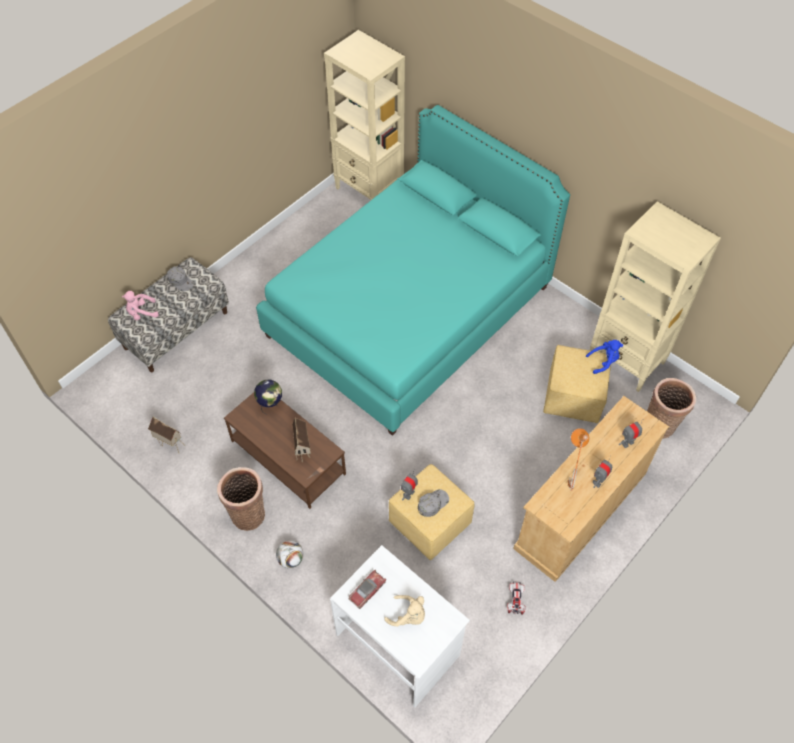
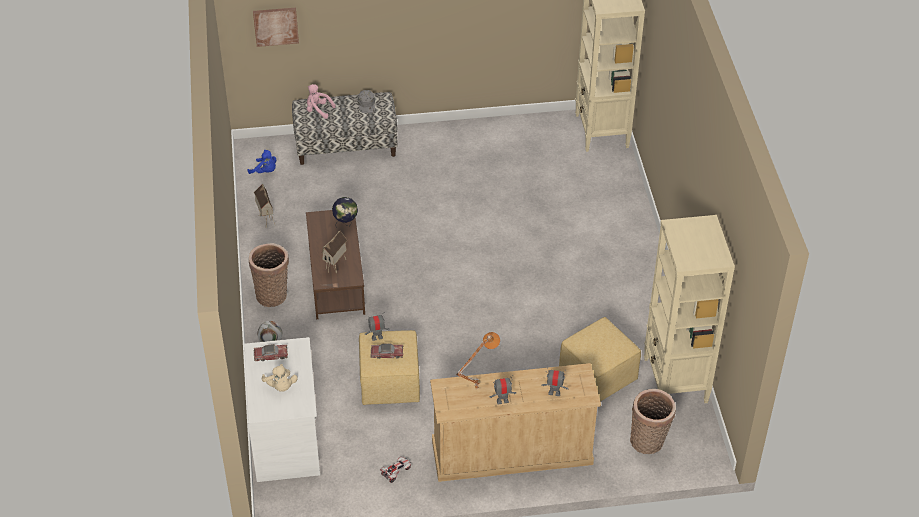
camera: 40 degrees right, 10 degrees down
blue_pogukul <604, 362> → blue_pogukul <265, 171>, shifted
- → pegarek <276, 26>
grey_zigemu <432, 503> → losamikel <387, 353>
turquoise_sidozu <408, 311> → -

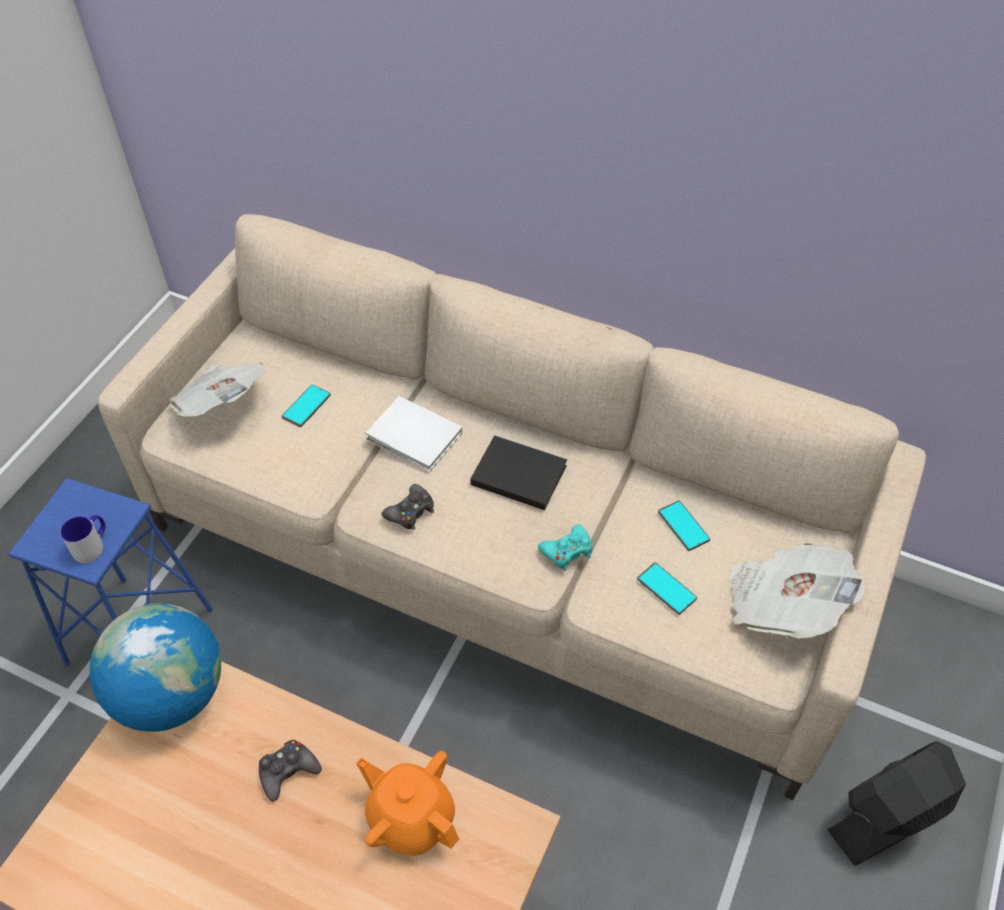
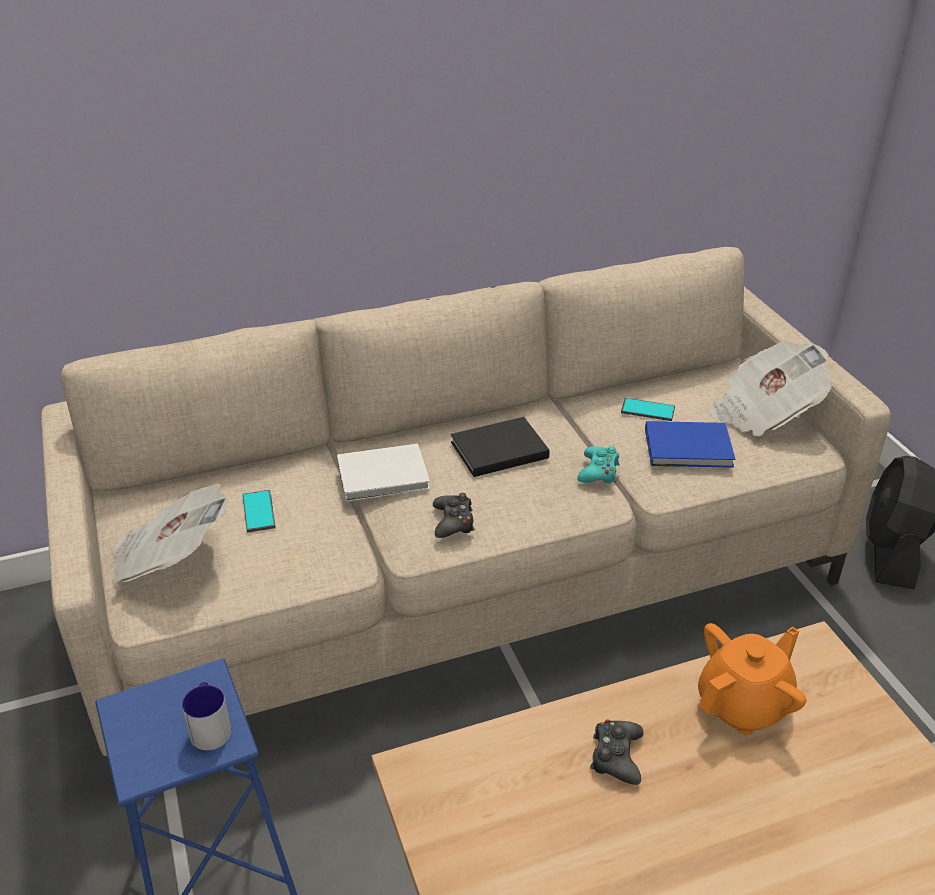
camera: 45 degrees left, 15 degrees down
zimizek <666, 589> → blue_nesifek <690, 449>
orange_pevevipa <411, 817> → orange_pevevipa <743, 704>, 150 degrees clockwise
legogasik <171, 694> → -

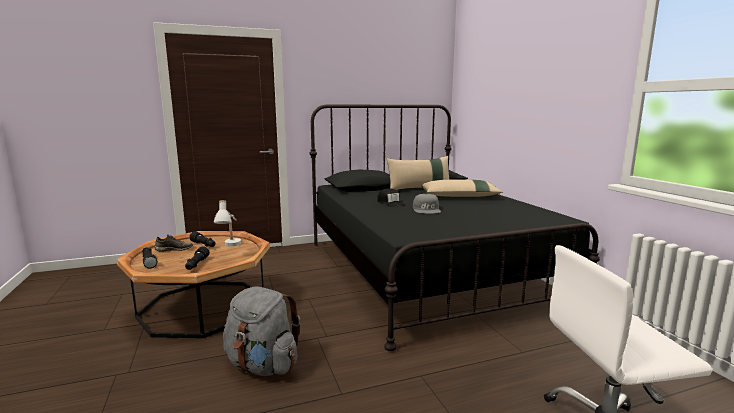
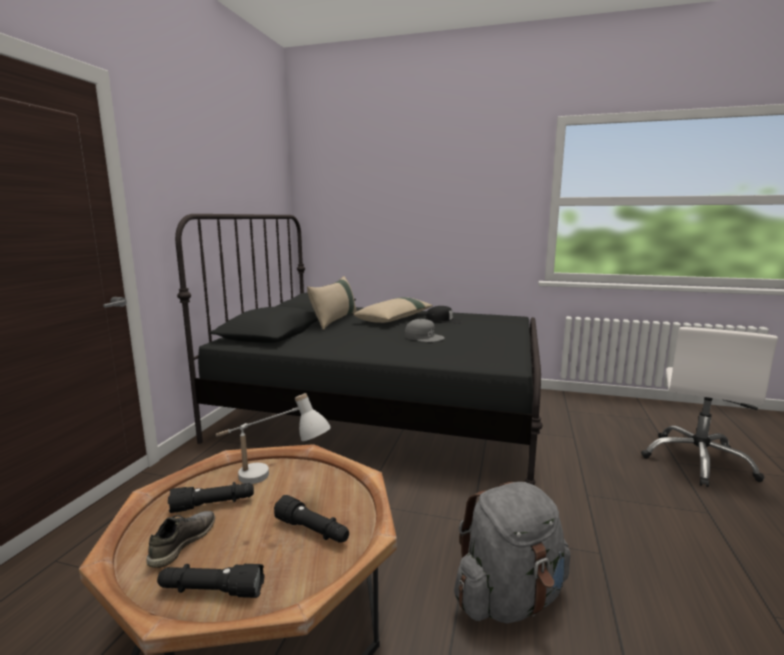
camera: 55 degrees left, 0 degrees up
black_zigemu <390, 203> → black_zigemu <443, 321>, shifted

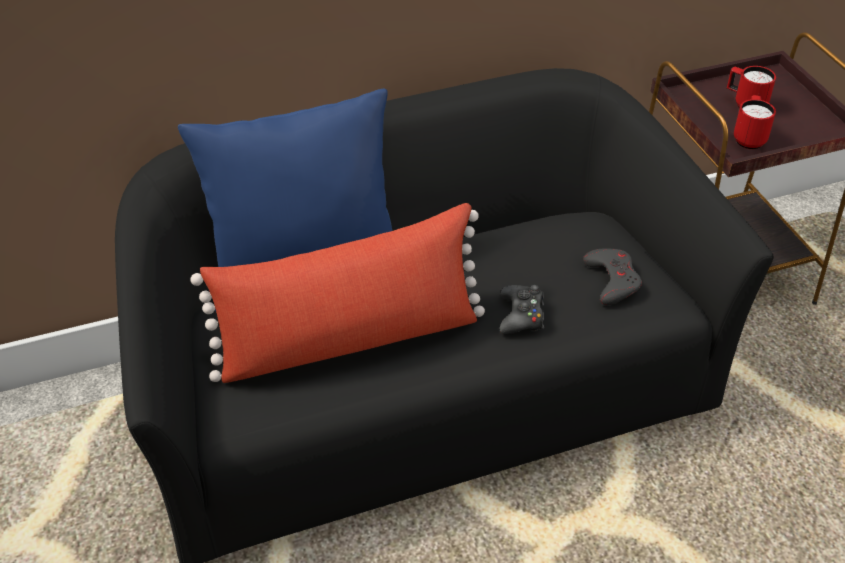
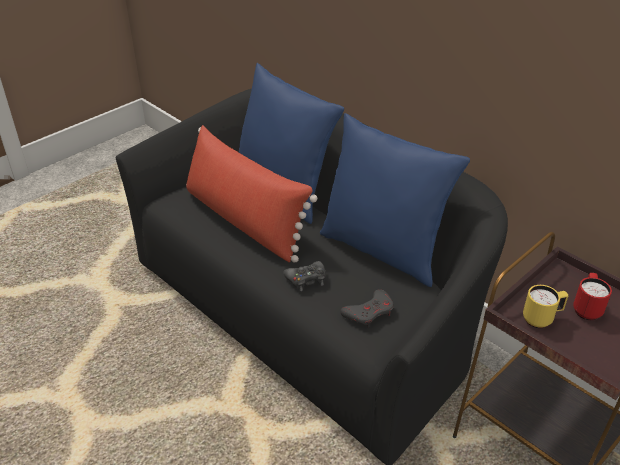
camera: 65 degrees right, 5 degrees down
- → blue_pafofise <383, 250>
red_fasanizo <749, 138> → yellow_fasanizo <541, 319>

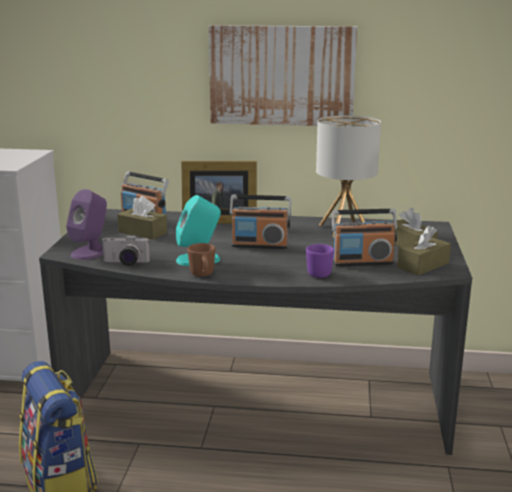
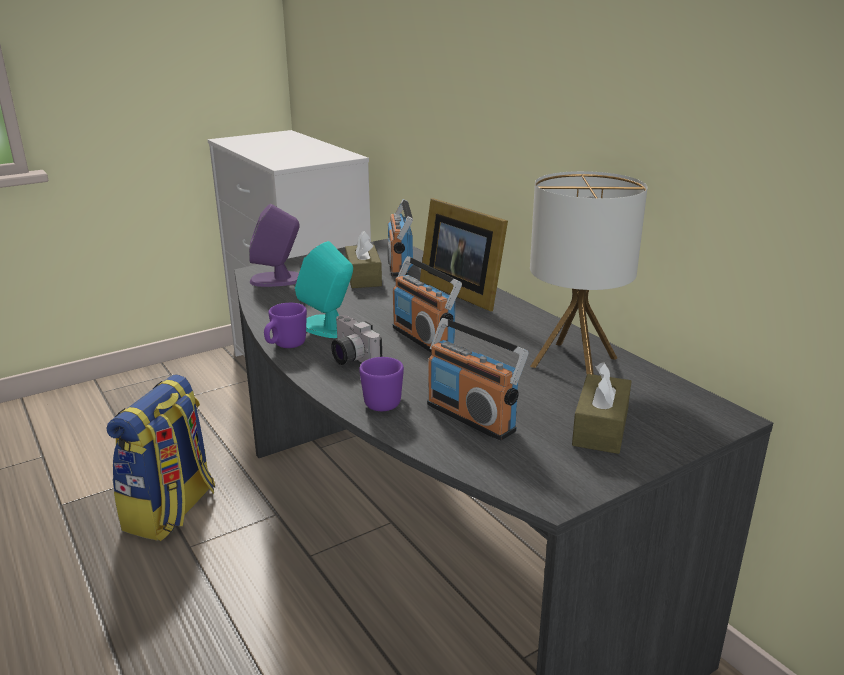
camera: 50 degrees right, 5 degrees up
brown_fasanizo <202, 275> → purple_fasanizo <285, 346>
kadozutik <125, 263> → kadozutik <350, 358>, shifted
pegarek <282, 75> → -
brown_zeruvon <423, 265> → -

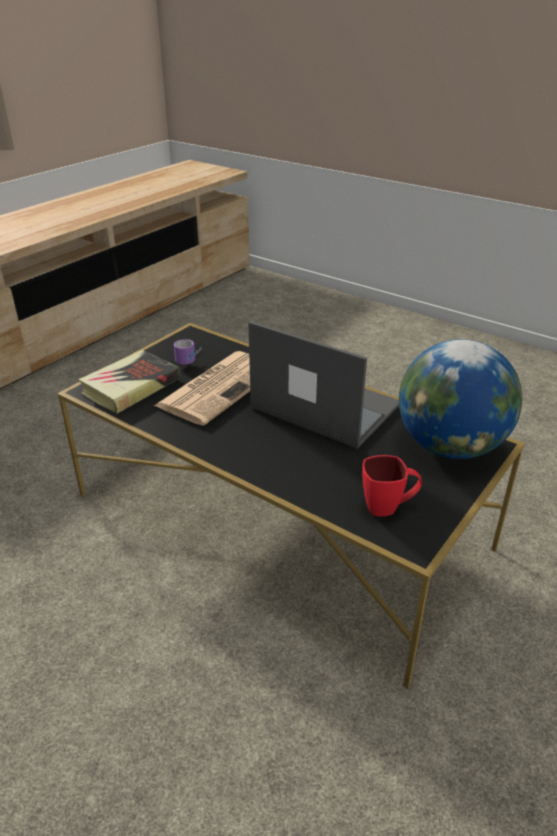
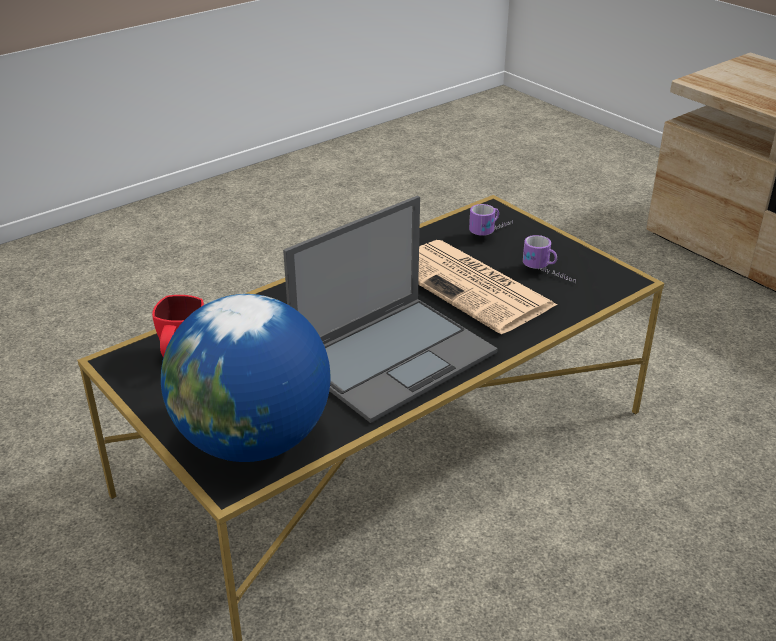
camera: 105 degrees right, 0 degrees up
nesifek <131, 386> → fasanizo <492, 232>

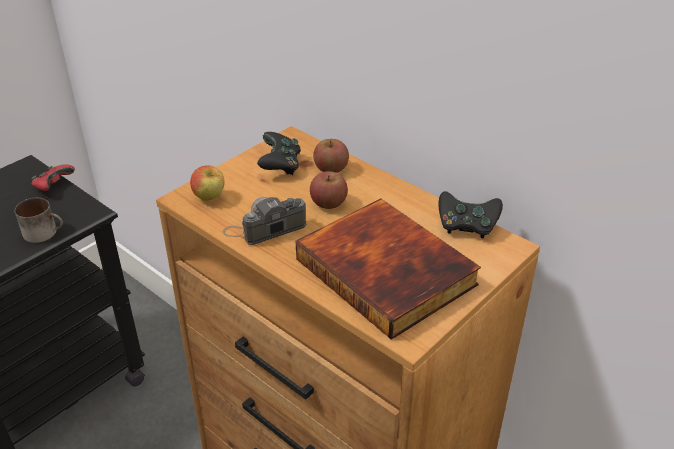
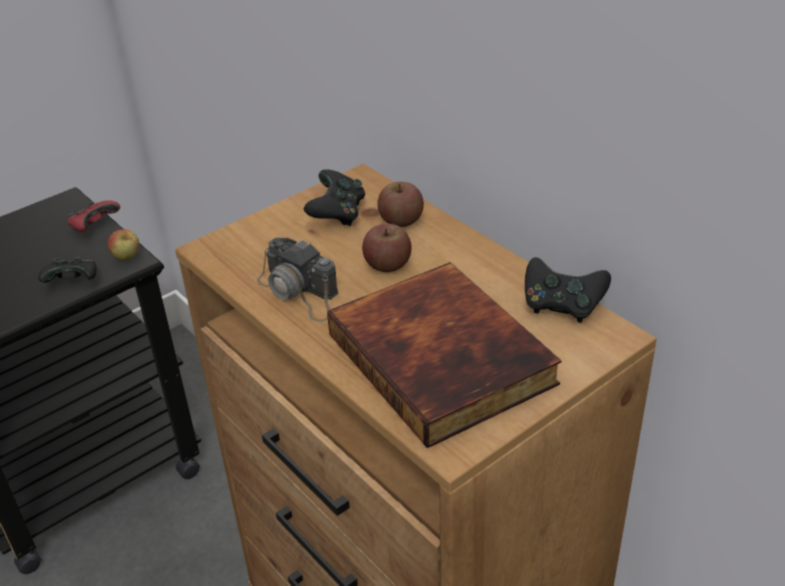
camera: 10 degrees right, 0 degrees up
fasanizo <45, 232> → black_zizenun <74, 282>
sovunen <209, 198> → sovunen <127, 258>, shifted
kadozutik <265, 228> → kadozutik <300, 292>, 120 degrees counterclockwise

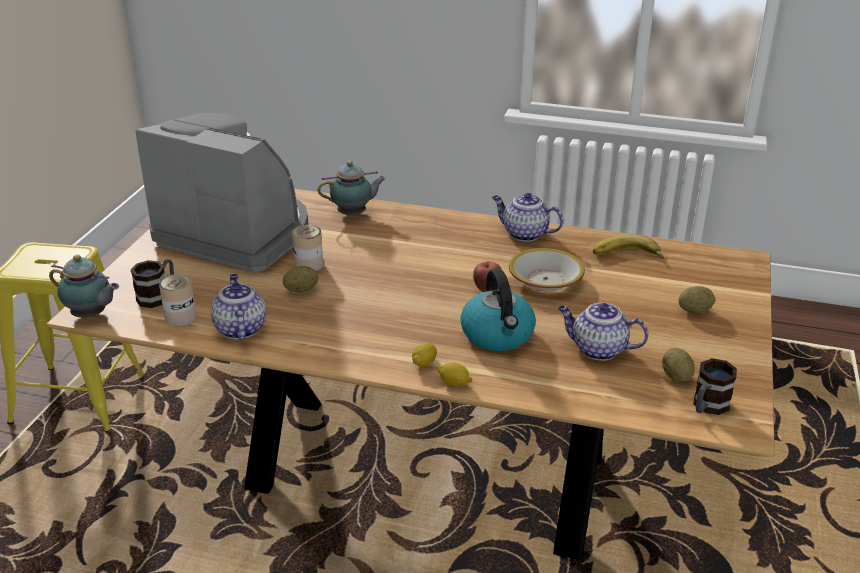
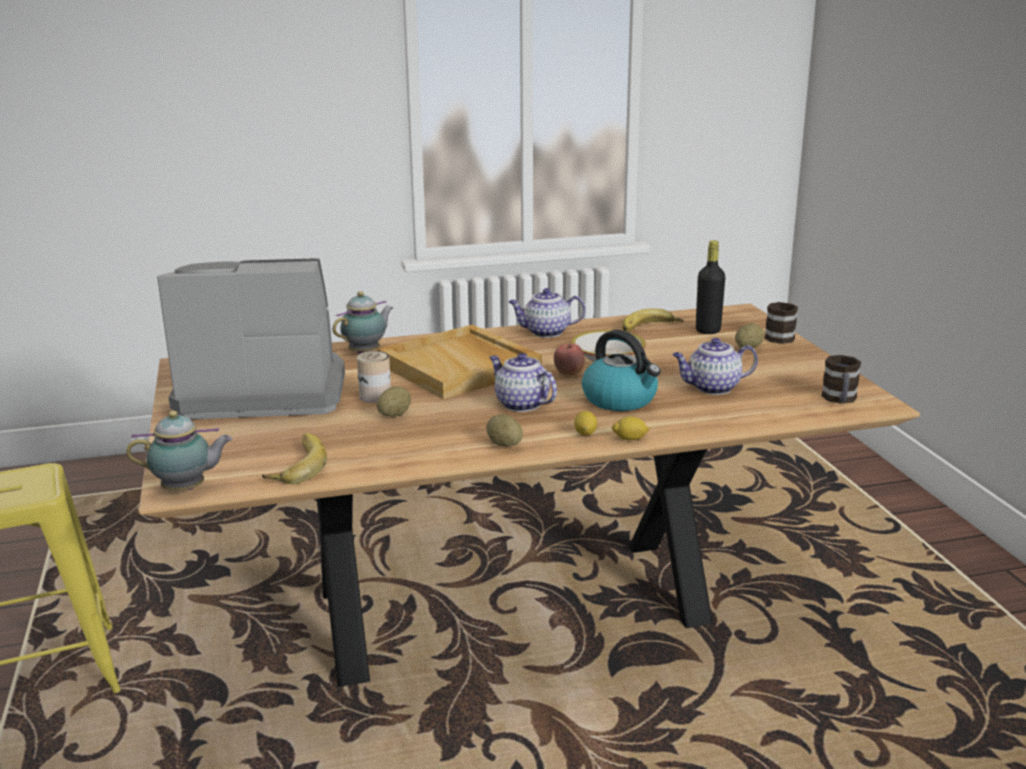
camera: 30 degrees left, 10 degrees down
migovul <180, 317> → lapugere <295, 465>
- → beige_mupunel <460, 367>
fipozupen <676, 376> → fipozupen <504, 445>, shifted
pevevipa <239, 328> → pevevipa <520, 404>, shifted
- → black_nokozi <708, 330>
fasanizo <158, 296> → fasanizo <778, 336>, shifted

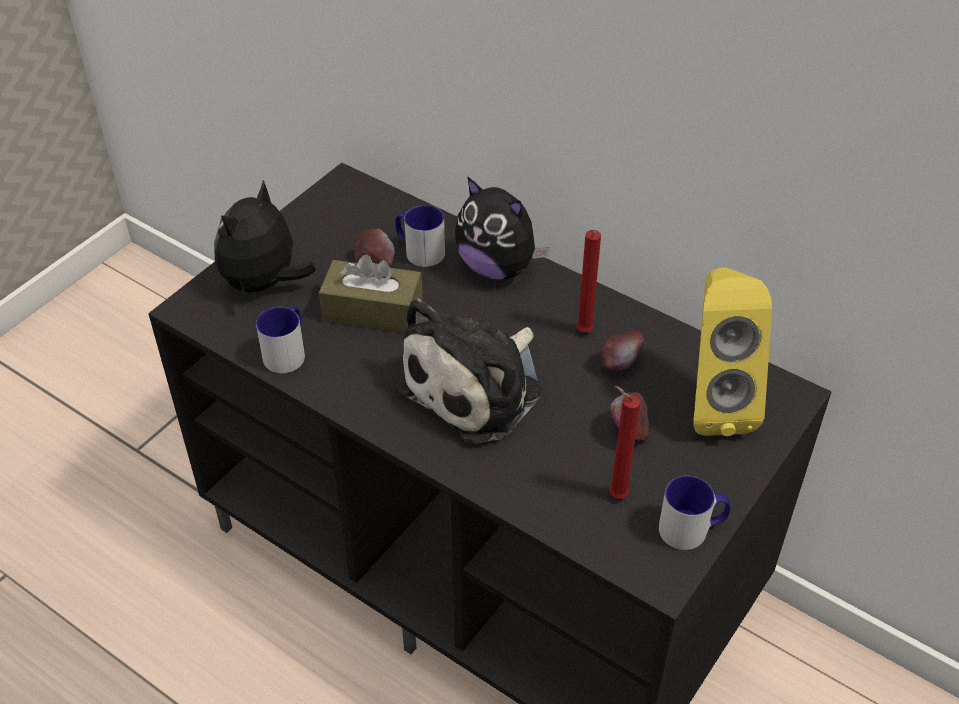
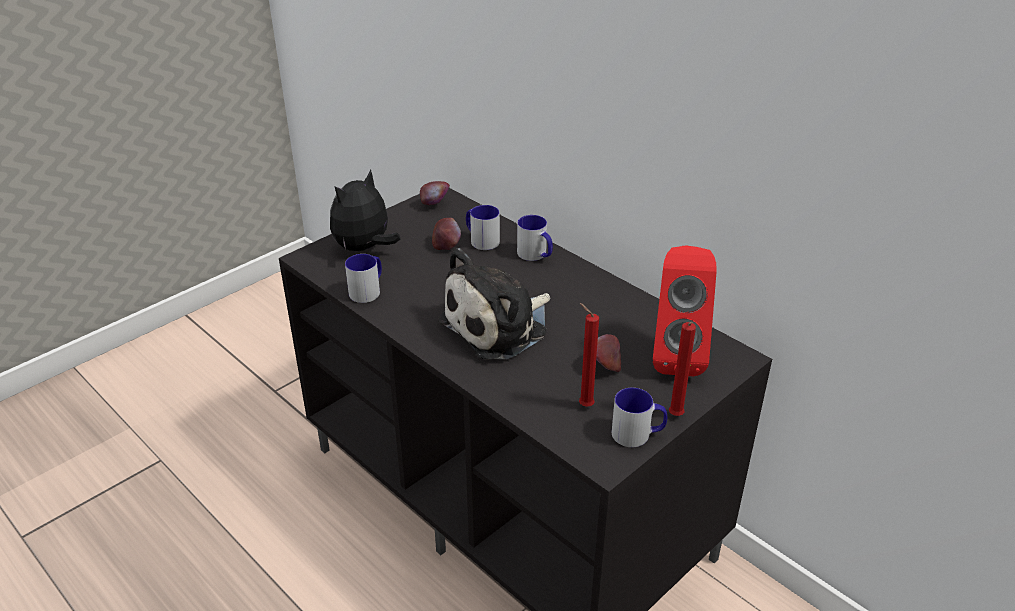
camera: 10 degrees right, 10 degrees down
sovunen <619, 364> → sovunen <435, 204>, shifted
pogukul <498, 267> → fasanizo <535, 255>
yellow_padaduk <713, 403> → red_padaduk <676, 356>
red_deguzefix <584, 333> → red_deguzefix <675, 417>, shifted
brown_zeruvon <373, 311> → -

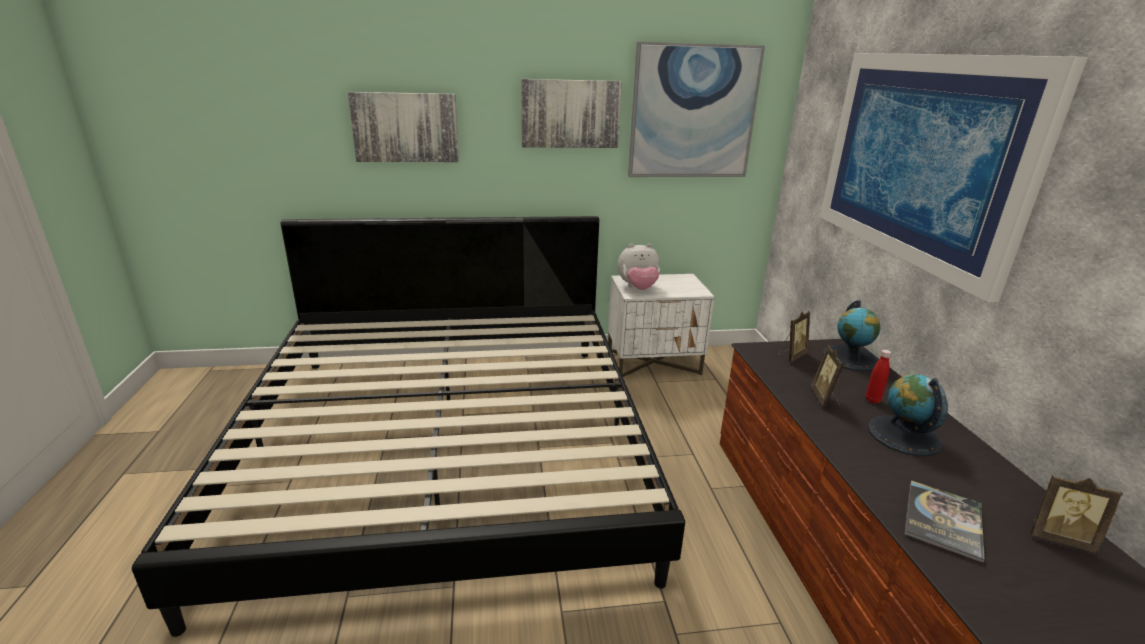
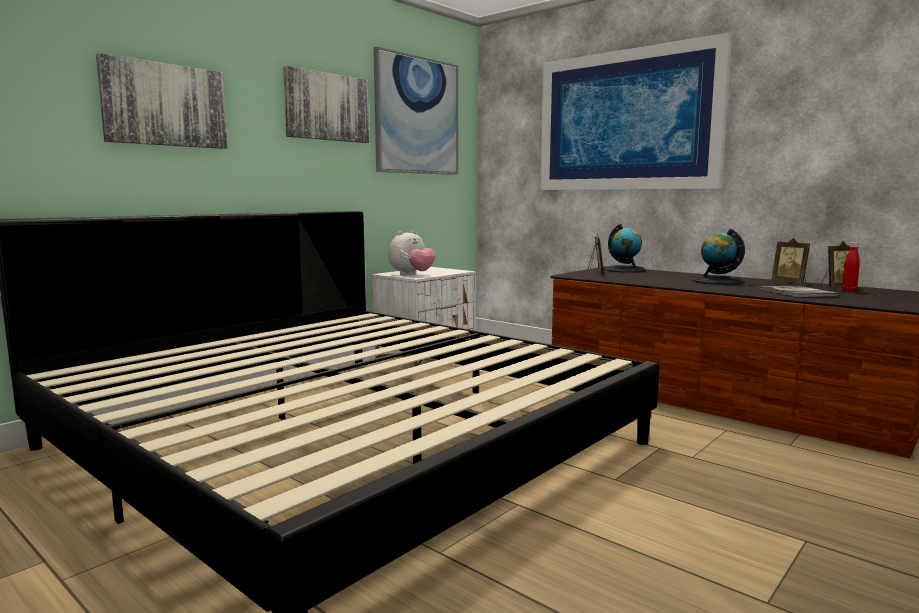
camera: 40 degrees left, 15 degrees down
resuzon <826, 398> → resuzon <790, 282>, shifted
red_nokozi <872, 400> → red_nokozi <849, 291>, shifted

